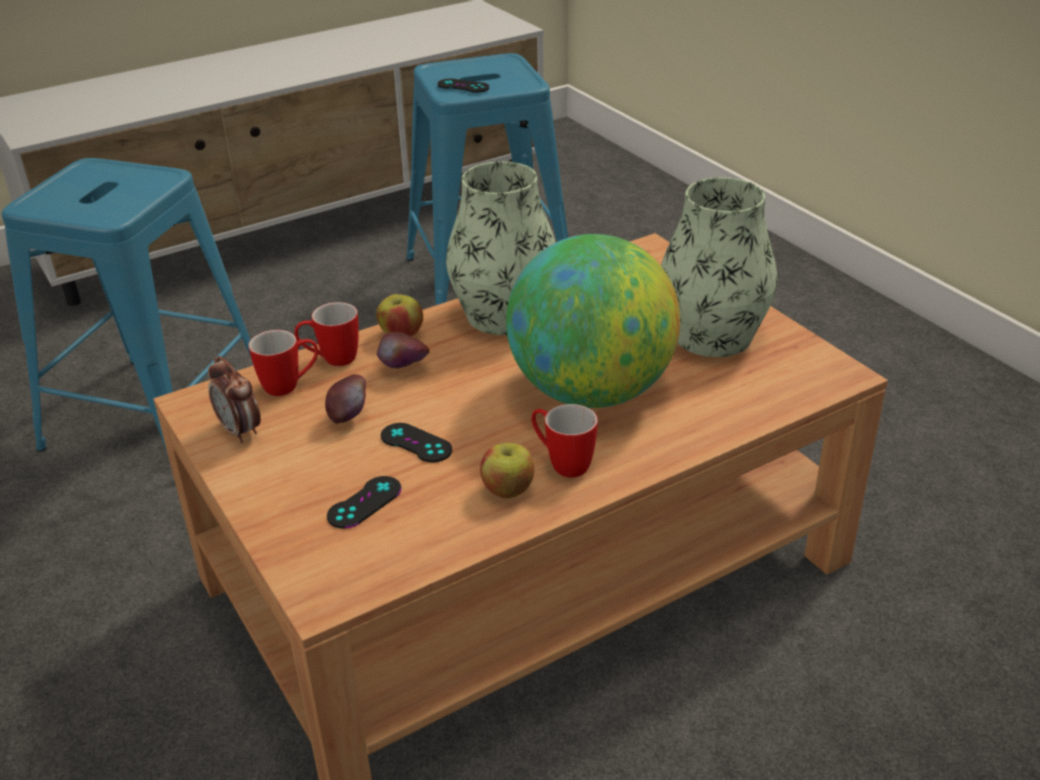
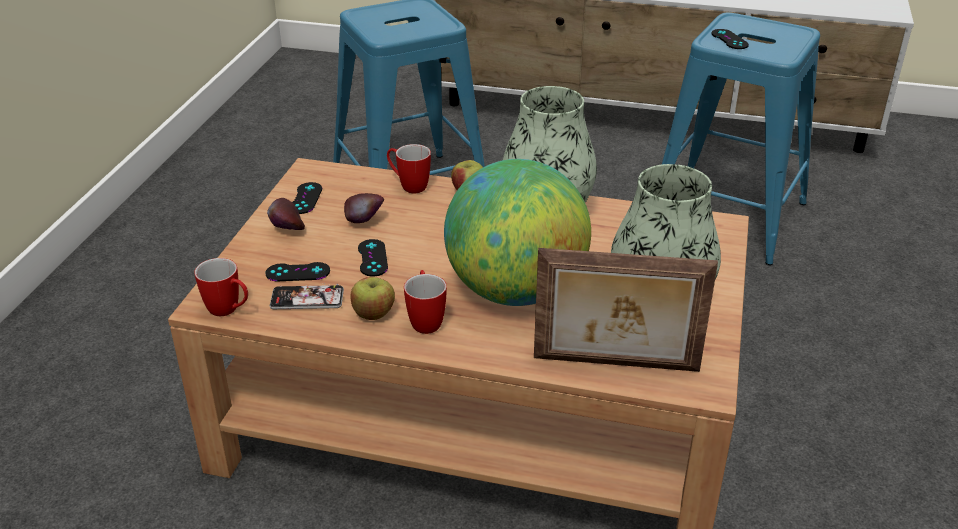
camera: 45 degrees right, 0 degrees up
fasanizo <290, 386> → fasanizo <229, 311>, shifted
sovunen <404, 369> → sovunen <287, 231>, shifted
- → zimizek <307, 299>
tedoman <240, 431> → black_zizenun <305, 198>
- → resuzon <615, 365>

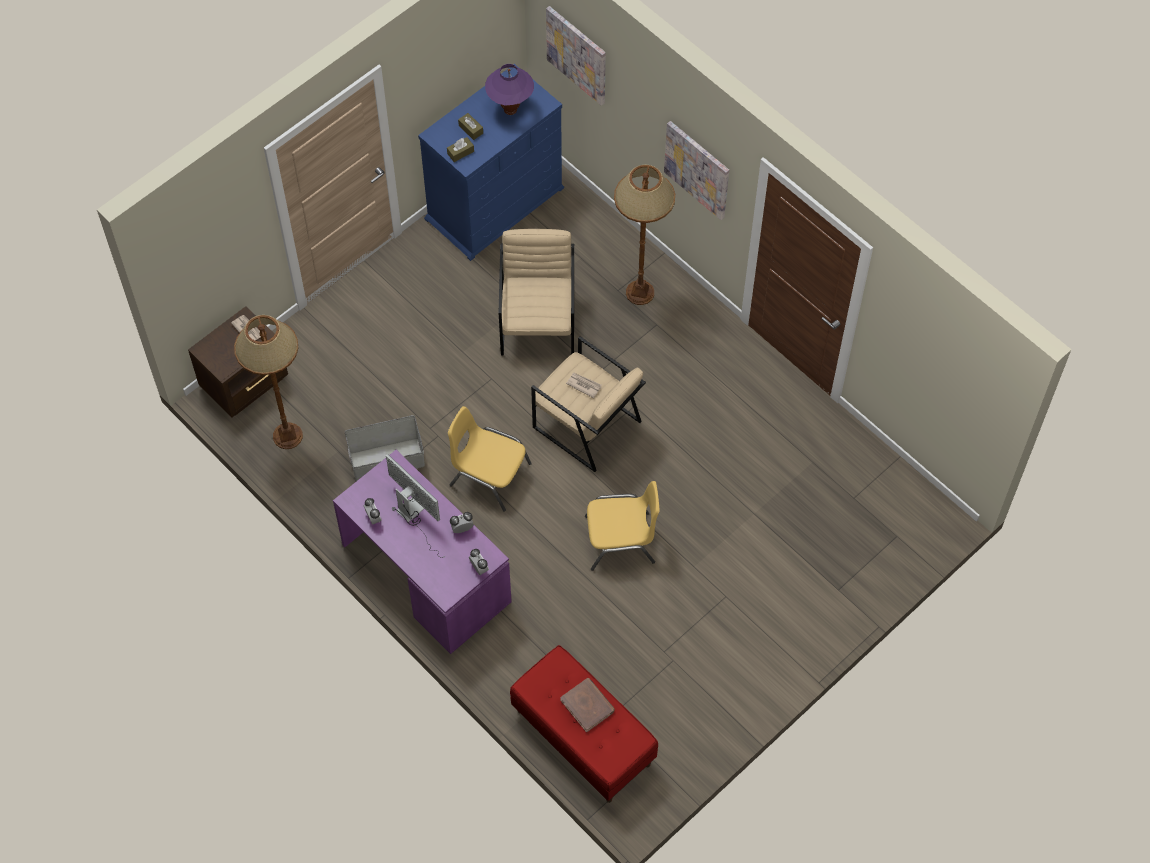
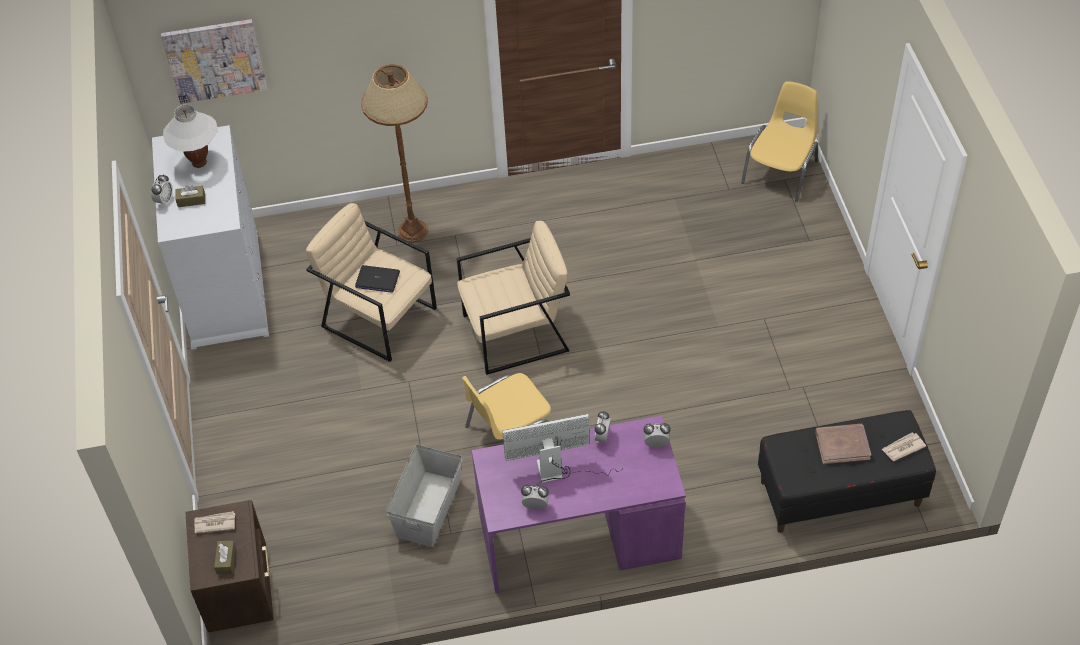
camera: 55 degrees left, 10 degrees down
- → tedoman <164, 200>
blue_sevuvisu <495, 203> → white_sevuvisu <225, 288>
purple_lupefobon <510, 110> → white_lupefobon <199, 162>
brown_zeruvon <460, 152> → brown_zeruvon <226, 560>, shifted
- → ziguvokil <377, 280>
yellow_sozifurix <621, 540> → yellow_sozifurix <781, 171>, shifted
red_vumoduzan <582, 737> → black_vumoduzan <839, 493>
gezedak <583, 385> → gezedak <902, 448>, shifted
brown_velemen <288, 436> → -
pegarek <697, 169> → -

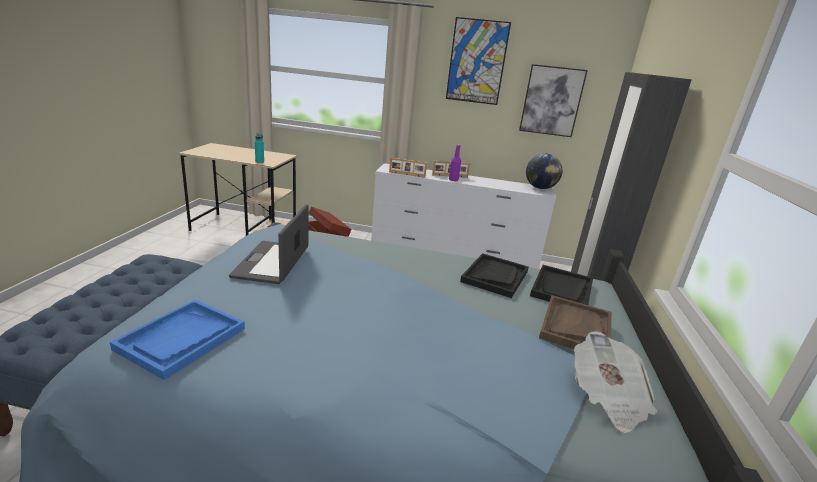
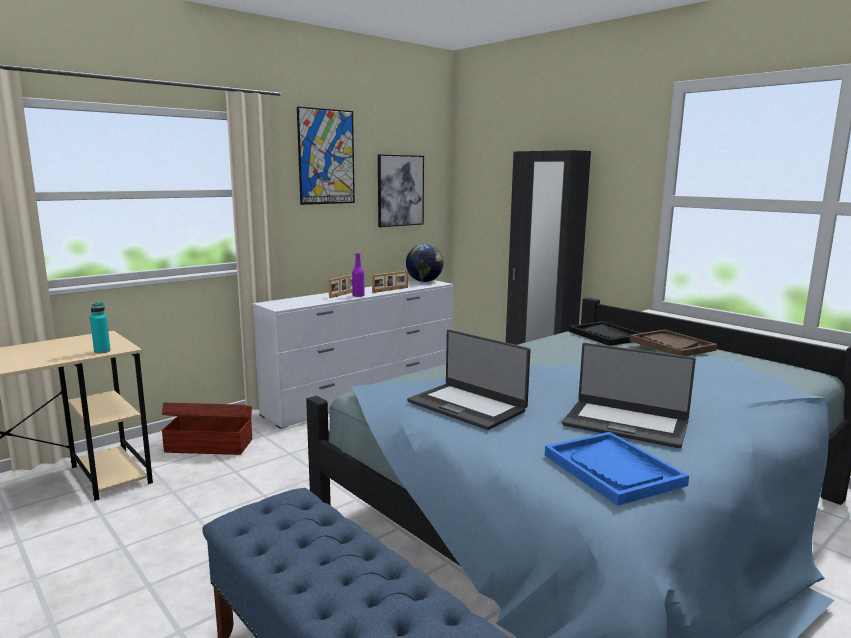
camera: 50 degrees left, 10 degrees down
resuzon <407, 175> → resuzon <390, 290>, shifted
- → ziguvokil <625, 423>
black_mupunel <495, 276> → -
gezedak <608, 398> → -

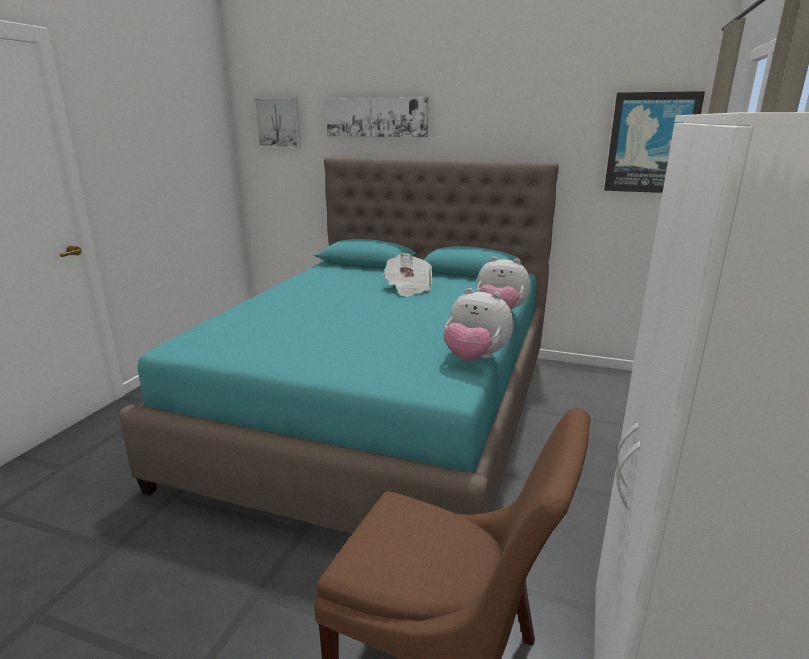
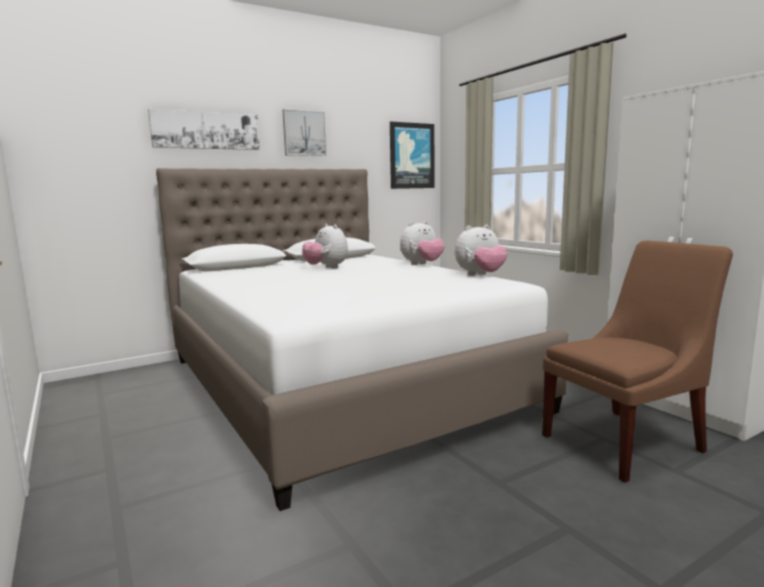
camera: 50 degrees left, 10 degrees down
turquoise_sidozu <381, 413> → white_sidozu <341, 383>
pegarek <279, 123> → pegarek <304, 133>, shifted
gezedak <408, 288> → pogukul <326, 268>

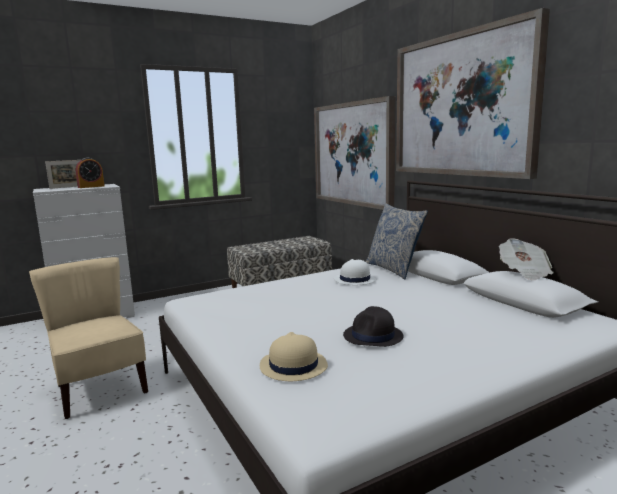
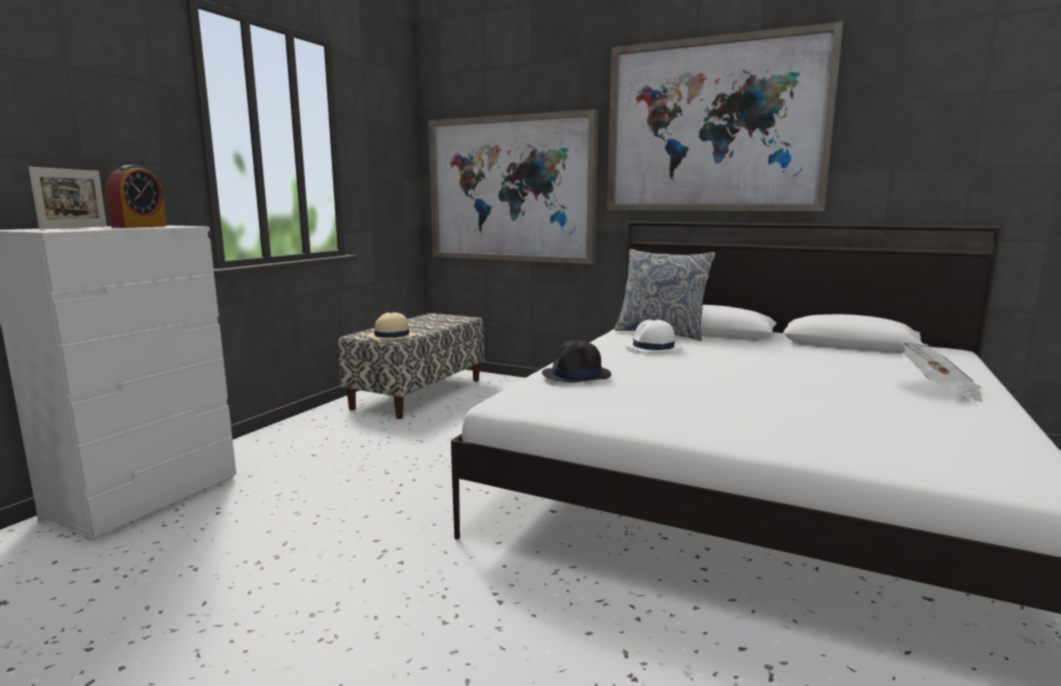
camera: 35 degrees left, 0 degrees up
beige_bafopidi <293, 366> → beige_bafopidi <391, 336>, shifted
black_bafopidi <373, 336> → black_bafopidi <577, 375>, shifted
gezedak <524, 272> → gezedak <940, 392>, shifted
beige_sozifurix <99, 390> → -

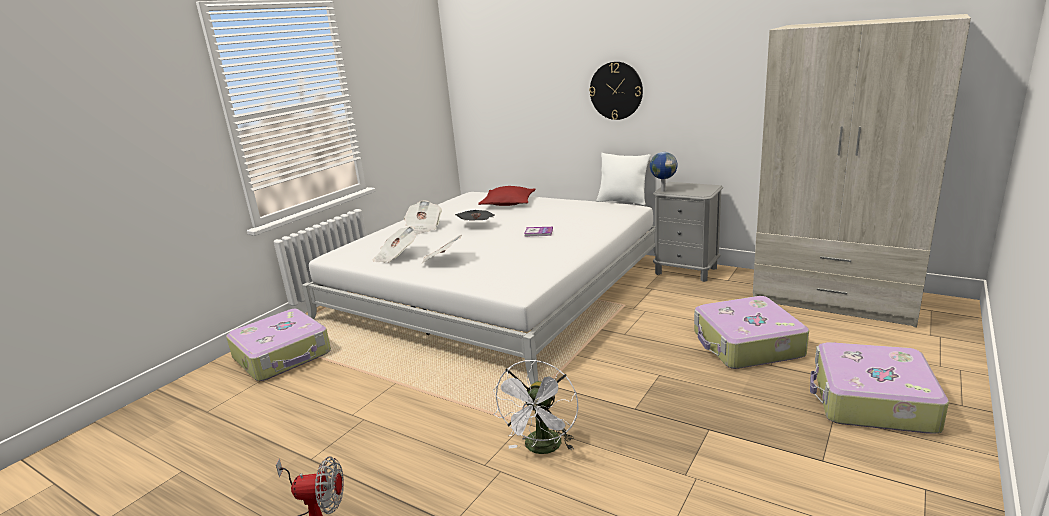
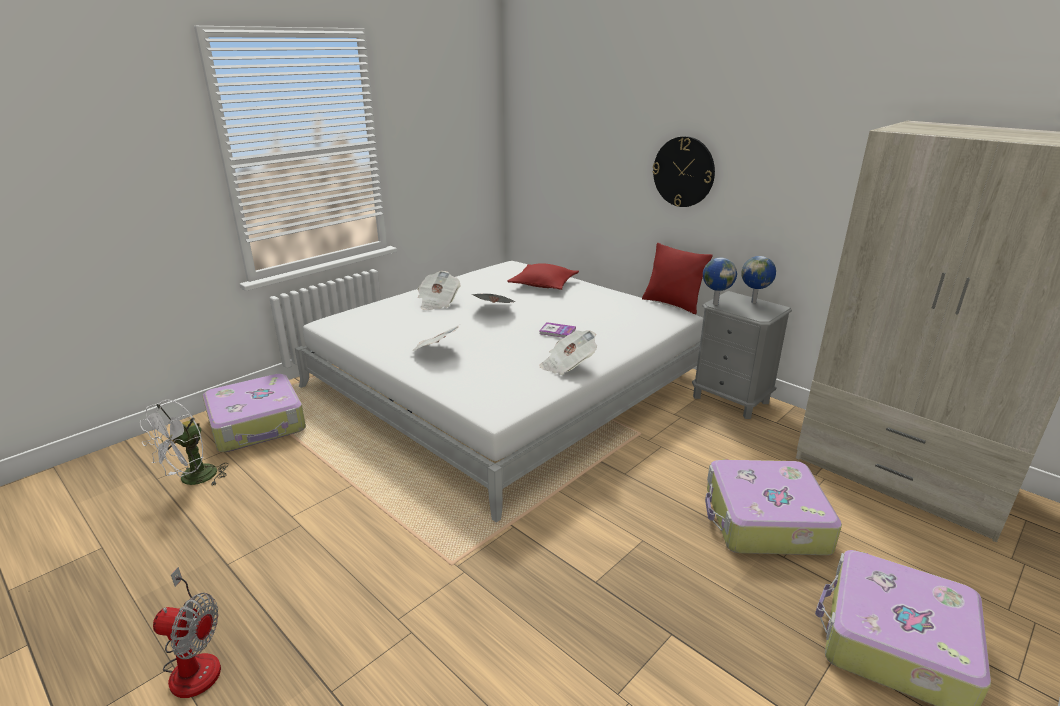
camera: 10 degrees right, 5 degrees up
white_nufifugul <542, 449> → white_nufifugul <193, 480>, shifted
gezedak <396, 256> → gezedak <567, 365>, shifted
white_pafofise <623, 201> → red_pafofise <672, 304>
- → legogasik <754, 302>

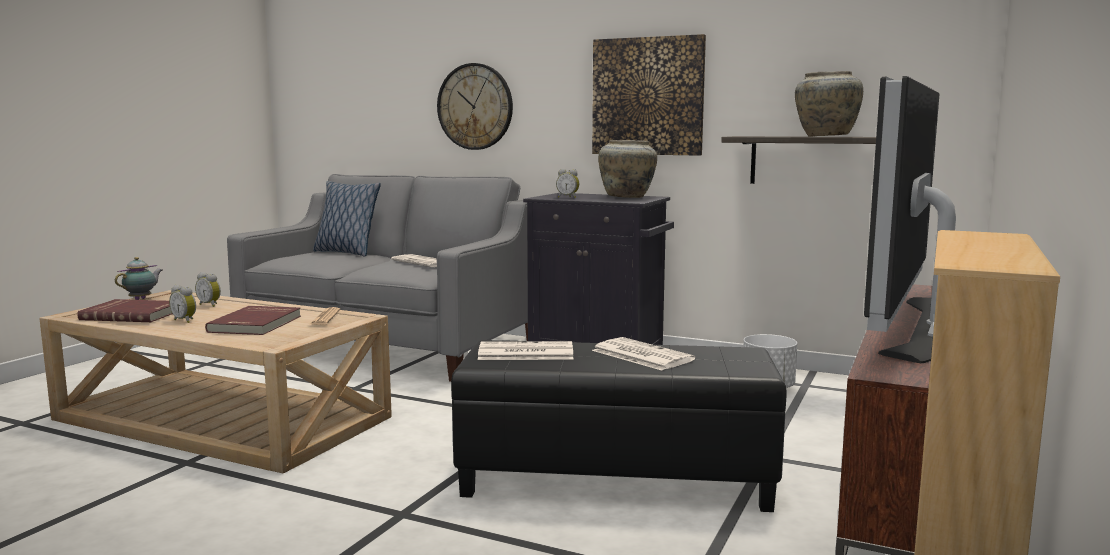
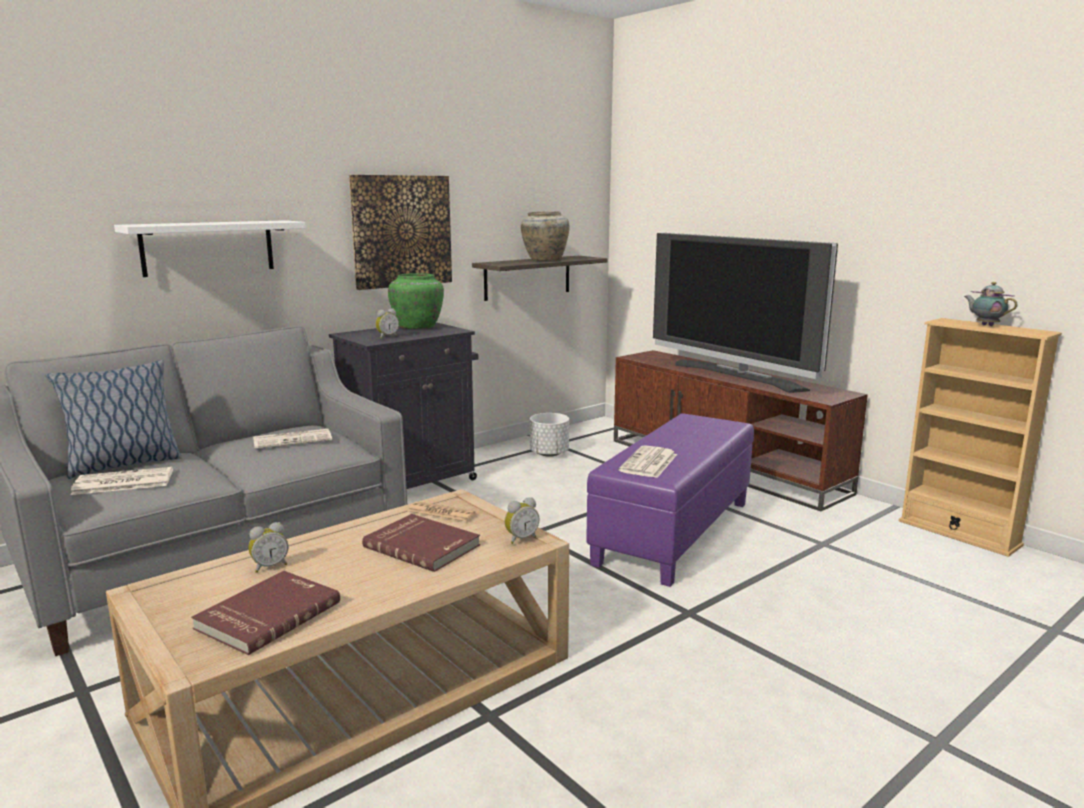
camera: 65 degrees left, 5 degrees up
gezedak <640, 355> → gezedak <122, 482>, shifted
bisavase <475, 106> → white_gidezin <208, 247>
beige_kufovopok <627, 197> → green_kufovopok <418, 327>
tedoman <185, 320> → tedoman <521, 538>, shifted
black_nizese <616, 479> → purple_nizese <673, 531>
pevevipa <142, 299> → pevevipa <985, 325>, shifted

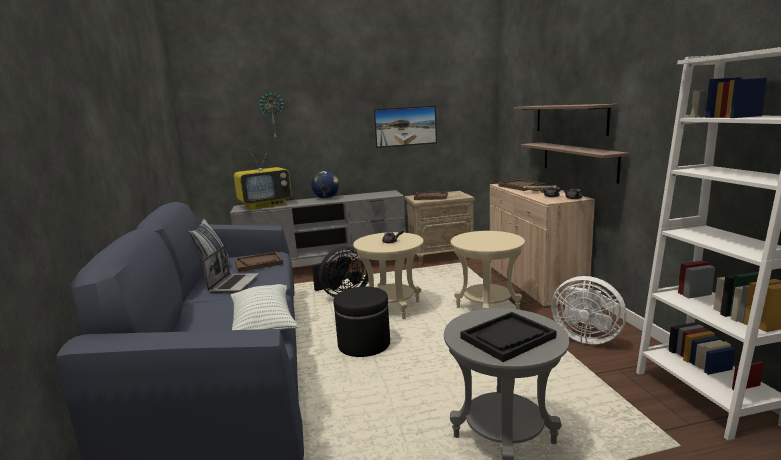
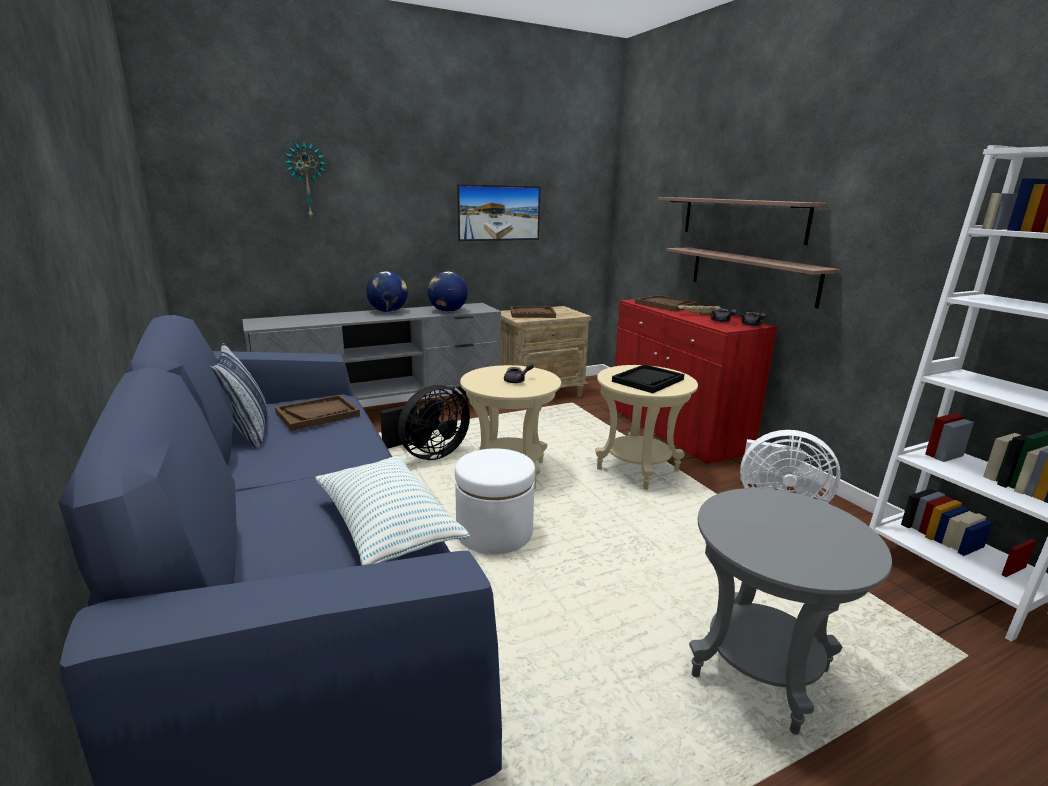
camera: 15 degrees left, 5 degrees up
- → legogasik <447, 311>
black_nizese <364, 344> → white_nizese <494, 532>
black_mupunel <507, 338> → black_mupunel <648, 380>, shifted
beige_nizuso <534, 283> → red_nizuso <676, 430>
ziguvokil <234, 283> → -
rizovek <265, 205> → -

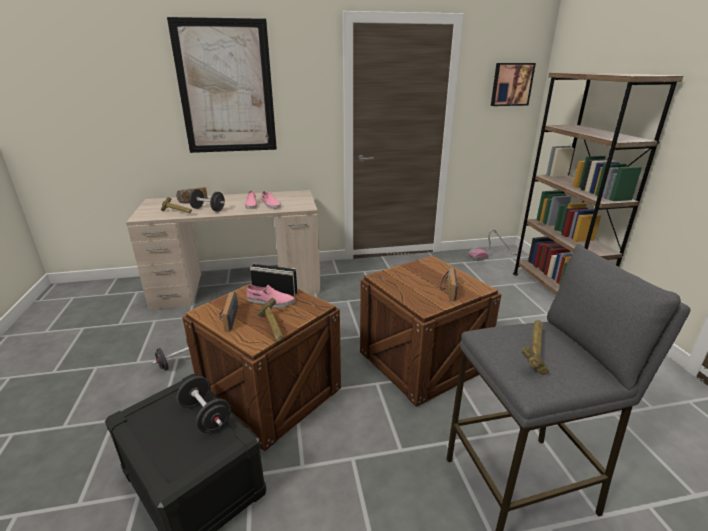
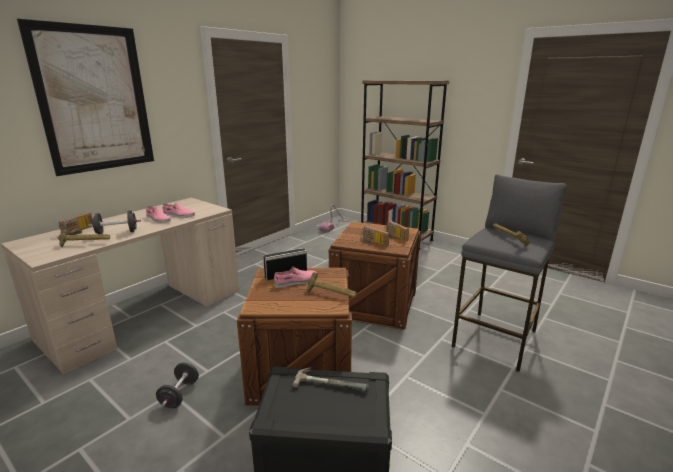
camera: 40 degrees left, 5 degrees down
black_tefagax <206, 415> → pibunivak <331, 382>
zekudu <227, 318> → zekudu <373, 242>, shifted
pegarek <511, 84> → -

